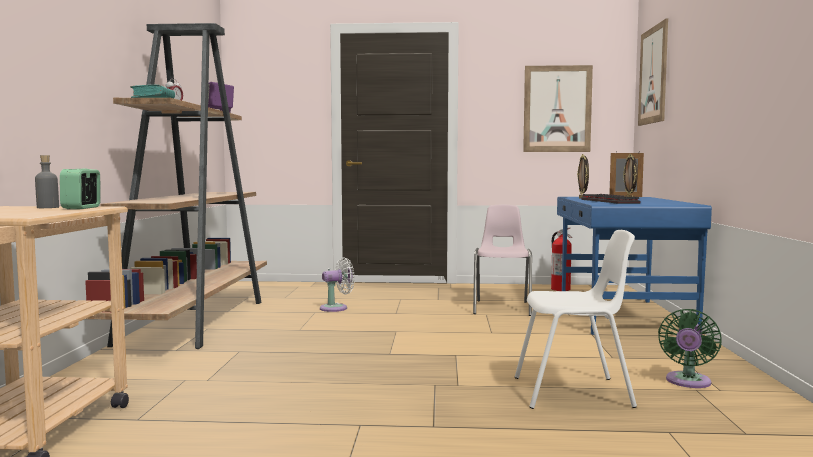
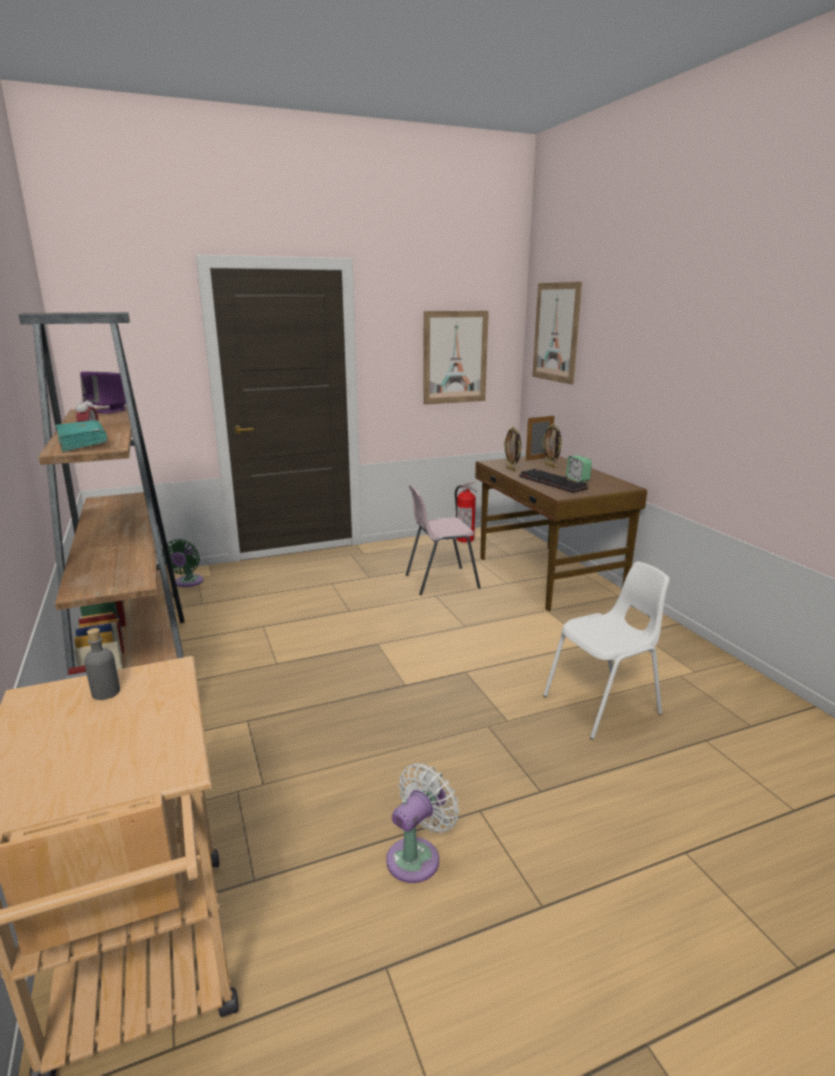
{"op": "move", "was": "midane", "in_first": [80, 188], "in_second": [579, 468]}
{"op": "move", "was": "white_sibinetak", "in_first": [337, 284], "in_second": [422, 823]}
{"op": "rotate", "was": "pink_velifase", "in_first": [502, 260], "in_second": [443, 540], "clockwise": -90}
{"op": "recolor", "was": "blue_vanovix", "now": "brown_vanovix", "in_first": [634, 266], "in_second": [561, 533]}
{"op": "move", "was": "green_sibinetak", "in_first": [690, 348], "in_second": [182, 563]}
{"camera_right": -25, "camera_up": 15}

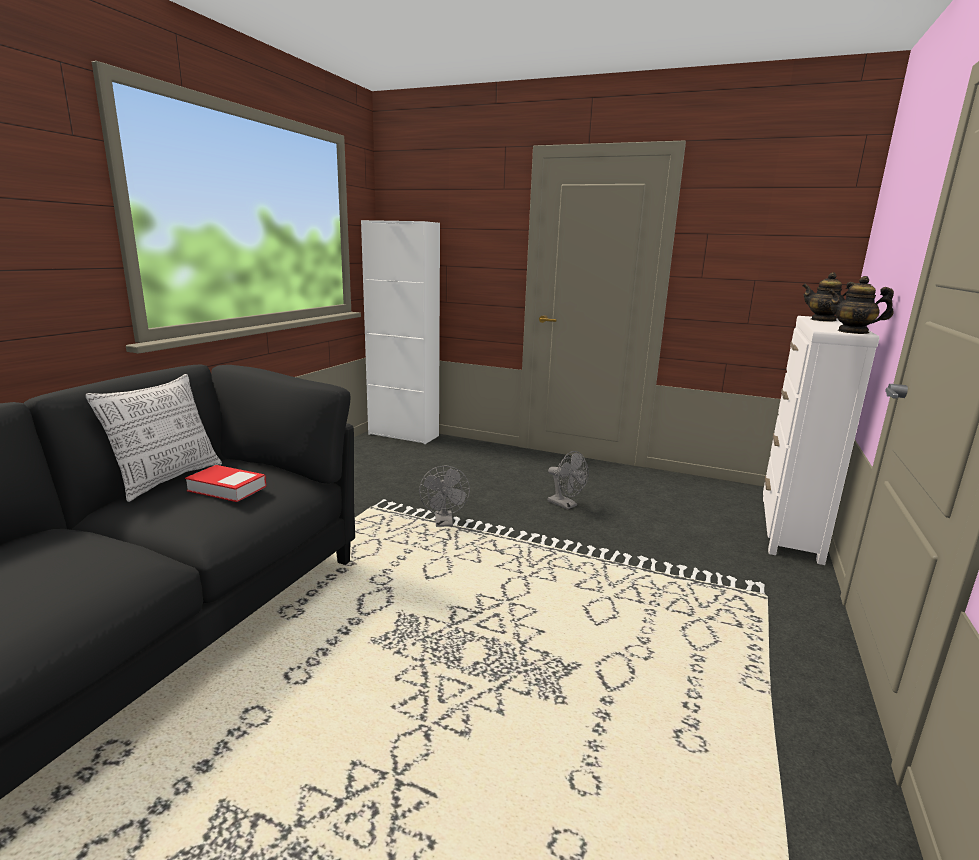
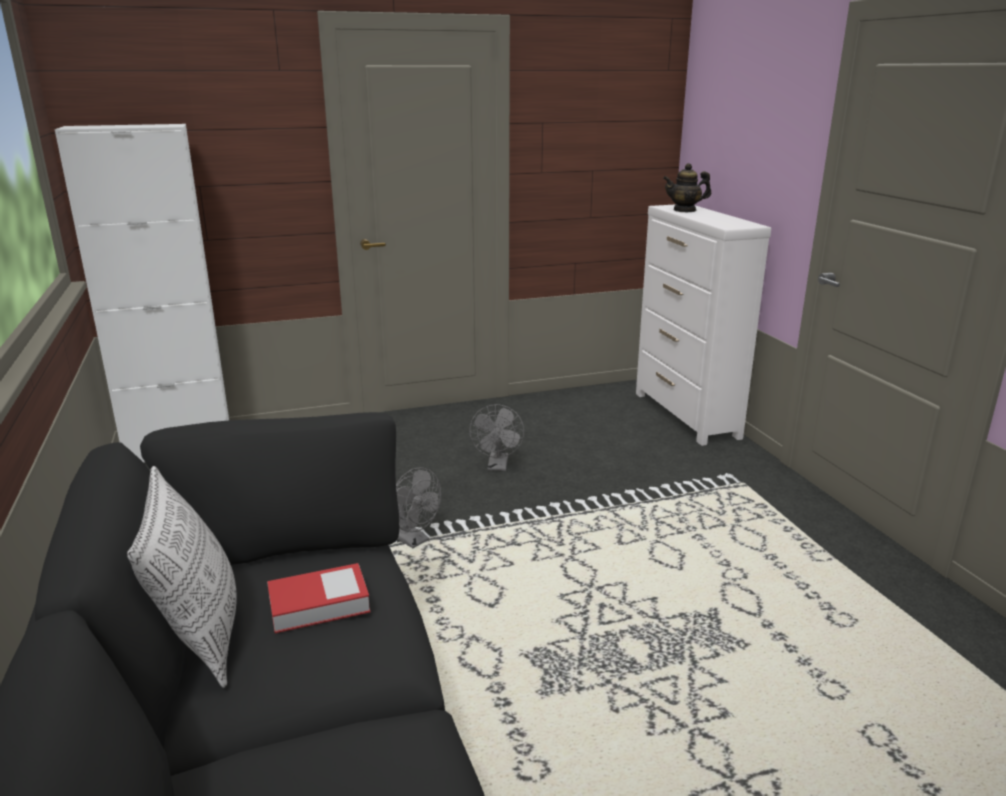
{"op": "rotate", "was": "grey_sibinetak", "in_first": [568, 480], "in_second": [496, 437], "clockwise": 90}
{"op": "delete", "was": "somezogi", "in_first": [861, 305]}
{"camera_right": -40, "camera_up": 5}

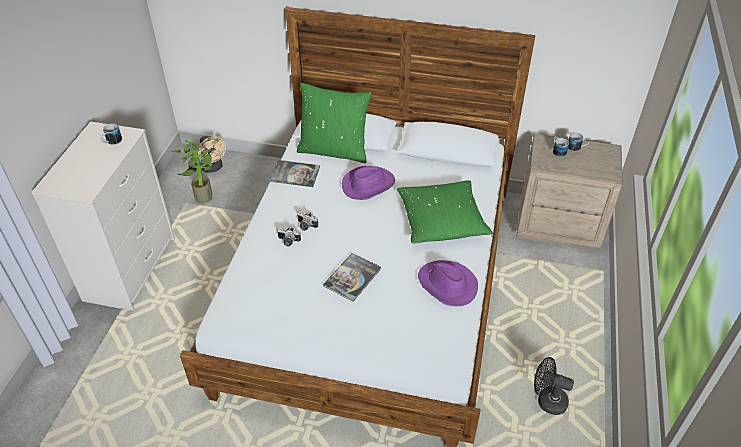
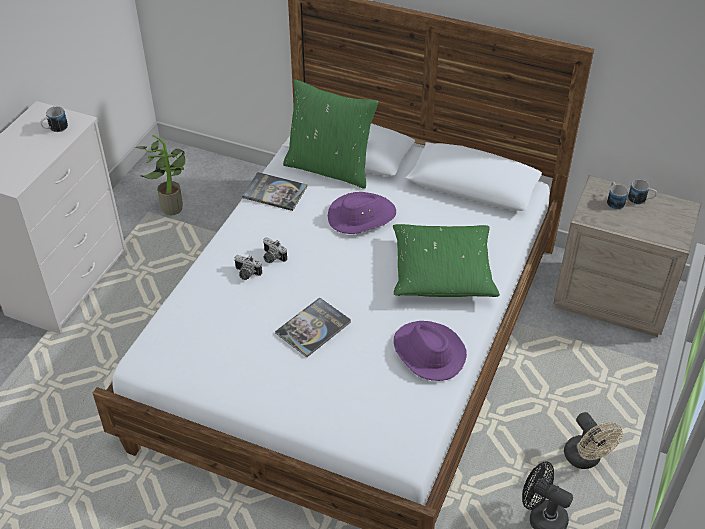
{"op": "move", "was": "beige_sibinetak", "in_first": [212, 154], "in_second": [593, 440]}
{"camera_right": 10, "camera_up": 0}

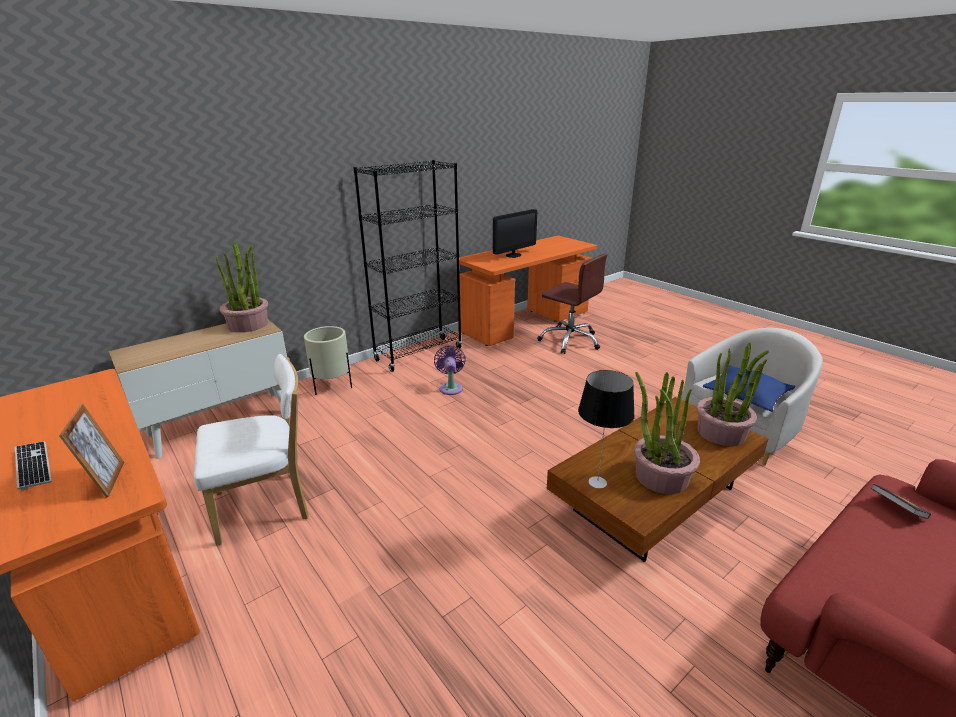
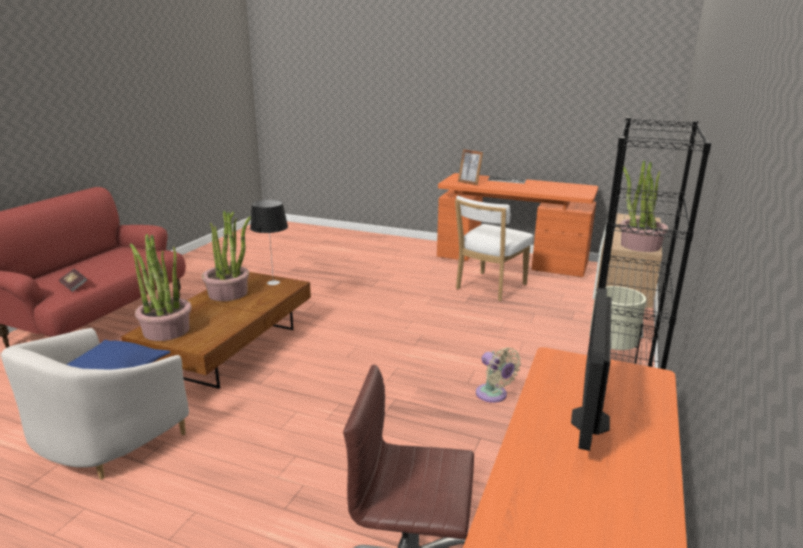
{"op": "recolor", "was": "purple_sibinetak", "now": "beige_sibinetak", "in_first": [450, 370], "in_second": [498, 375]}
{"camera_right": 150, "camera_up": -5}

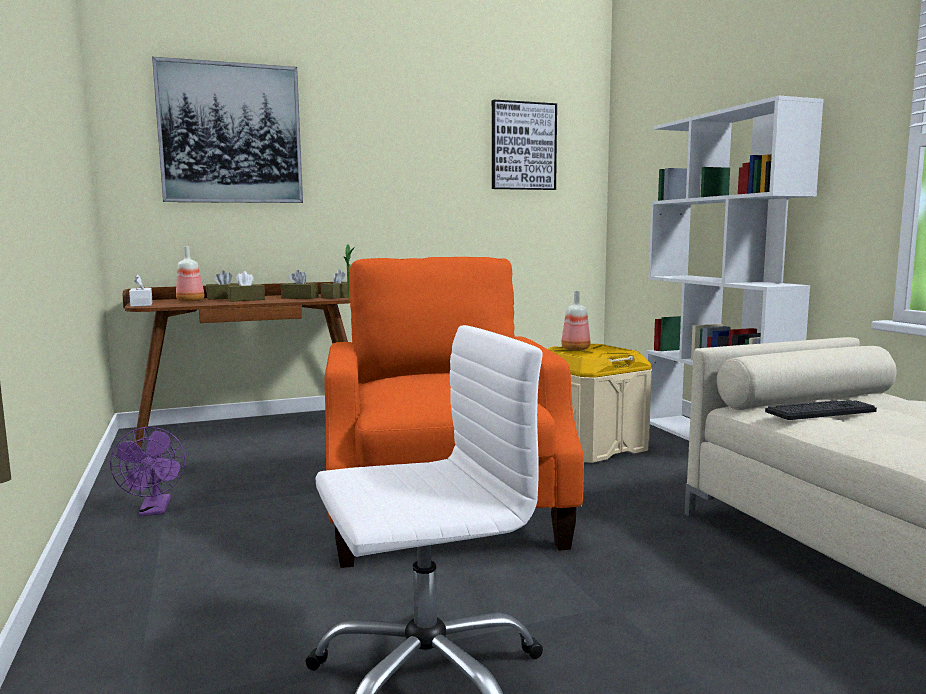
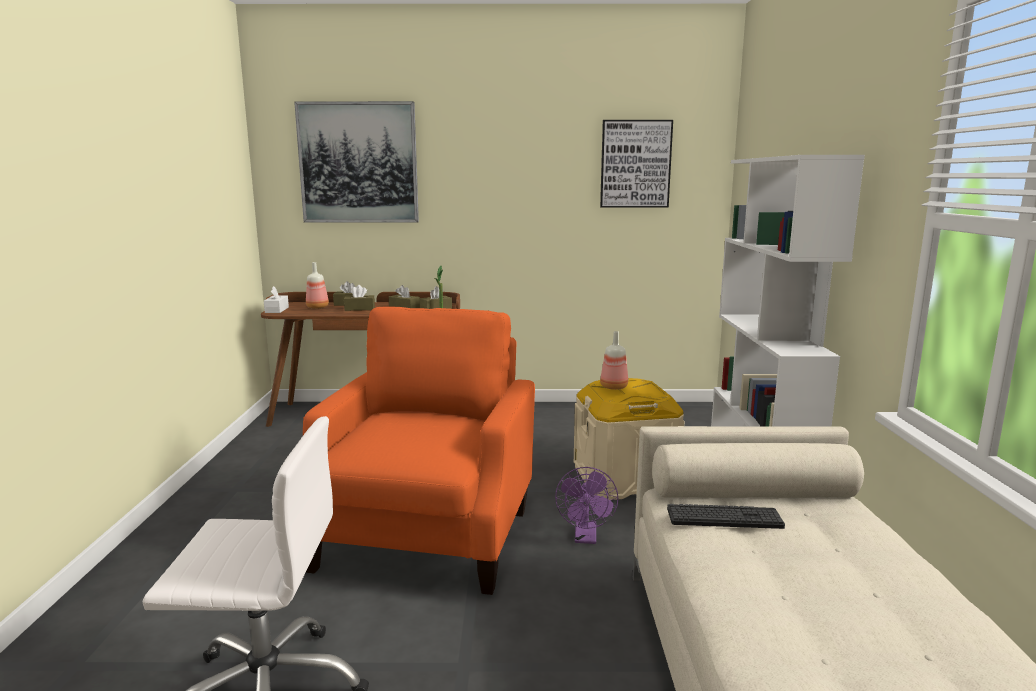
{"op": "move", "was": "purple_sibinetak", "in_first": [148, 471], "in_second": [586, 505]}
{"camera_right": 20, "camera_up": 5}

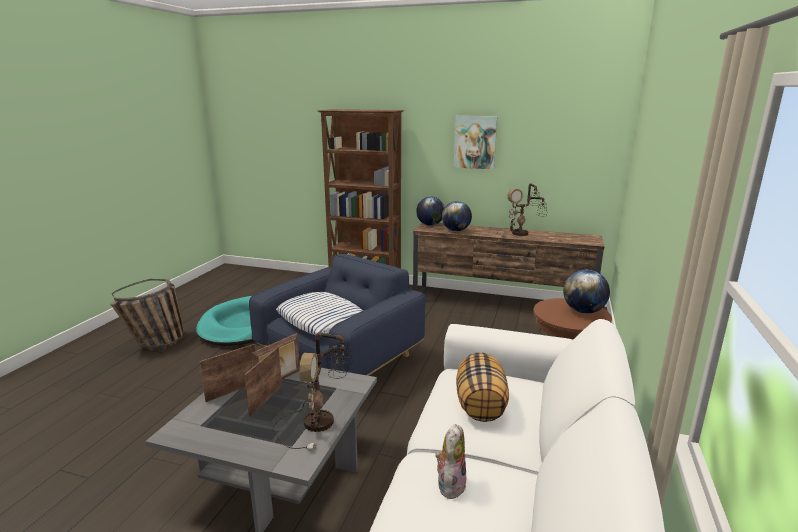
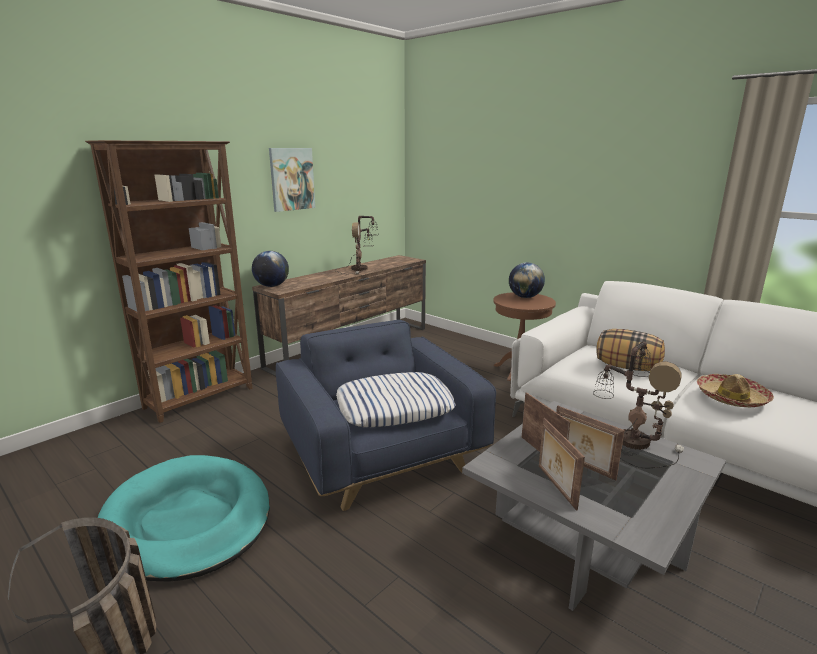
{"op": "replace", "was": "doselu", "now": "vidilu", "in_first": [450, 461], "in_second": [735, 390]}
{"op": "delete", "was": "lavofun", "in_first": [457, 216]}
{"camera_right": -65, "camera_up": 0}

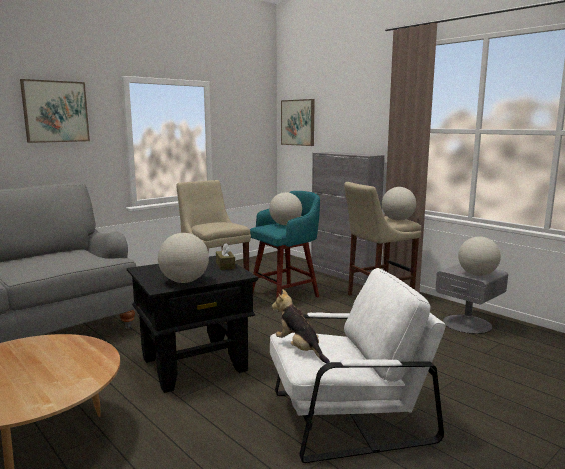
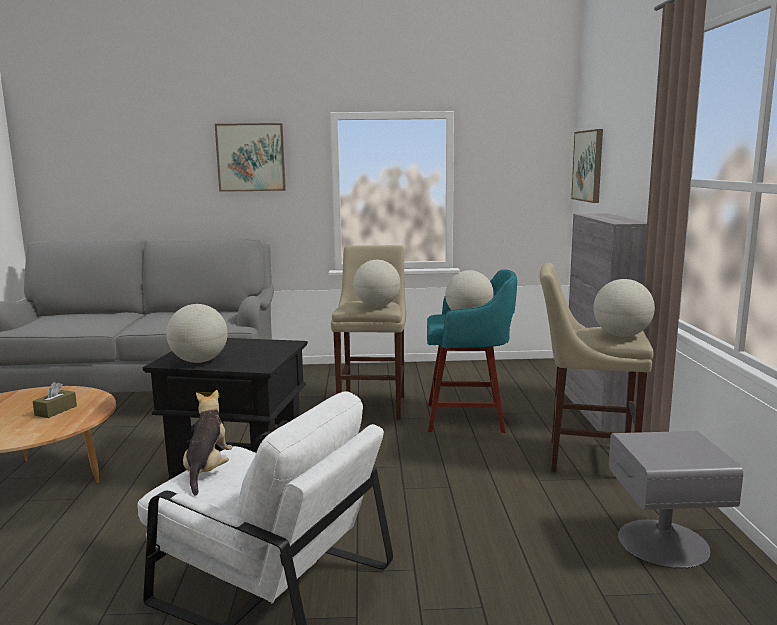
{"op": "move", "was": "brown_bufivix", "in_first": [225, 256], "in_second": [55, 400]}
{"op": "move", "was": "lavofun", "in_first": [479, 256], "in_second": [376, 283]}
{"camera_right": 40, "camera_up": 0}

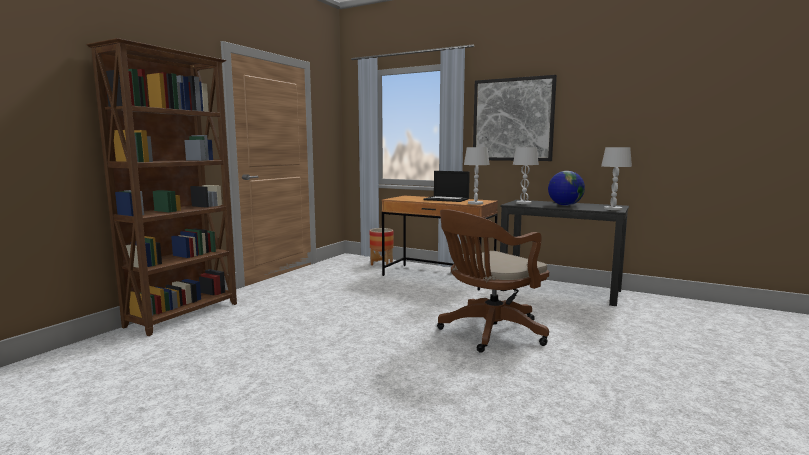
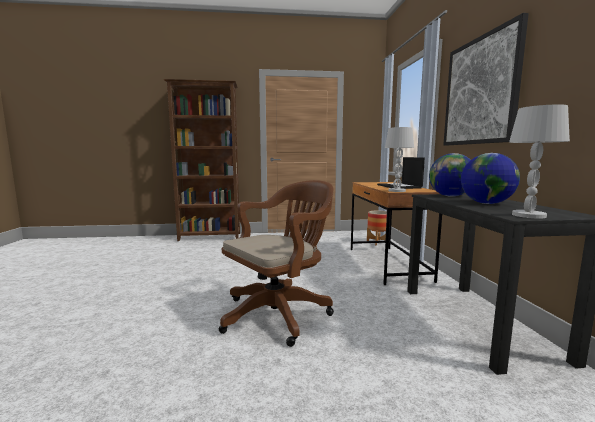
{"op": "rotate", "was": "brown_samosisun", "in_first": [493, 281], "in_second": [276, 263], "clockwise": 120}
{"op": "replace", "was": "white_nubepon", "now": "lavofun", "in_first": [526, 175], "in_second": [449, 175]}
{"camera_right": 55, "camera_up": 0}

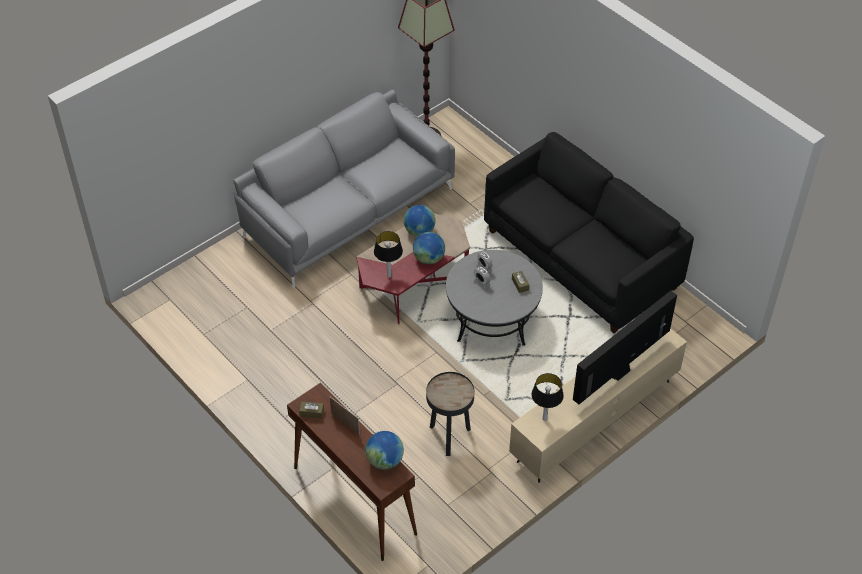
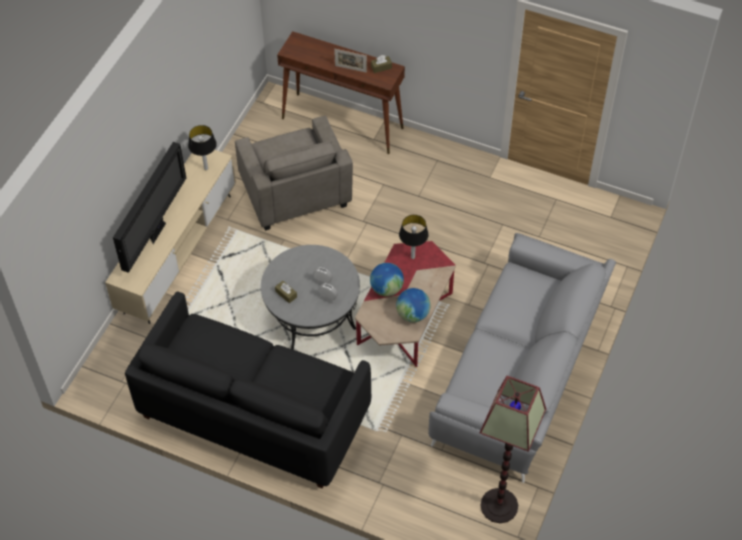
{"op": "delete", "was": "lavofun", "in_first": [384, 450]}
{"op": "replace", "was": "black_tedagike", "now": "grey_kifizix", "in_first": [450, 414], "in_second": [294, 173]}
{"camera_right": 155, "camera_up": 5}

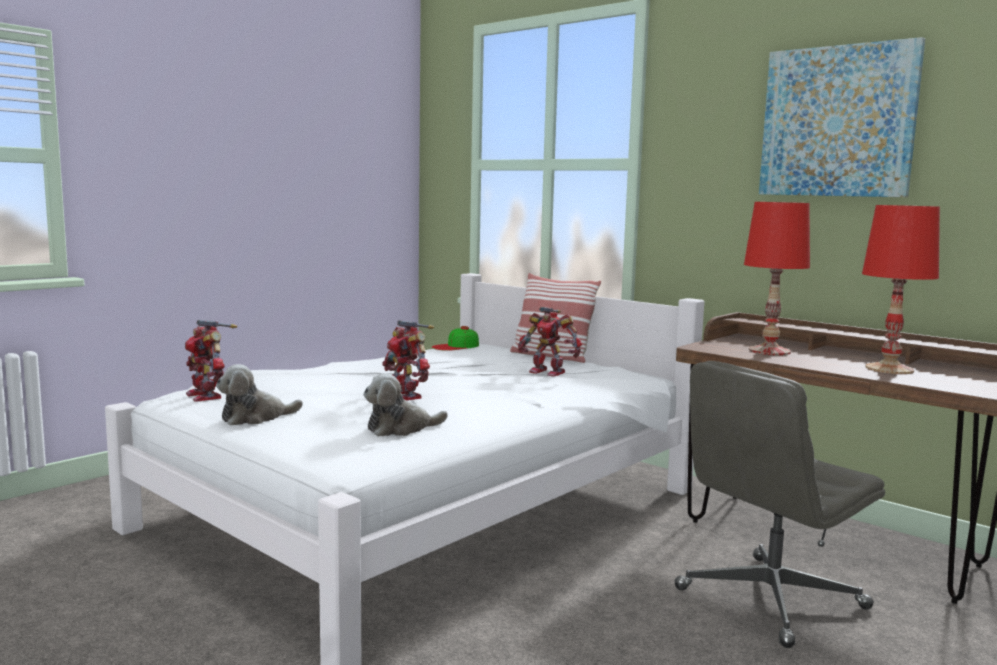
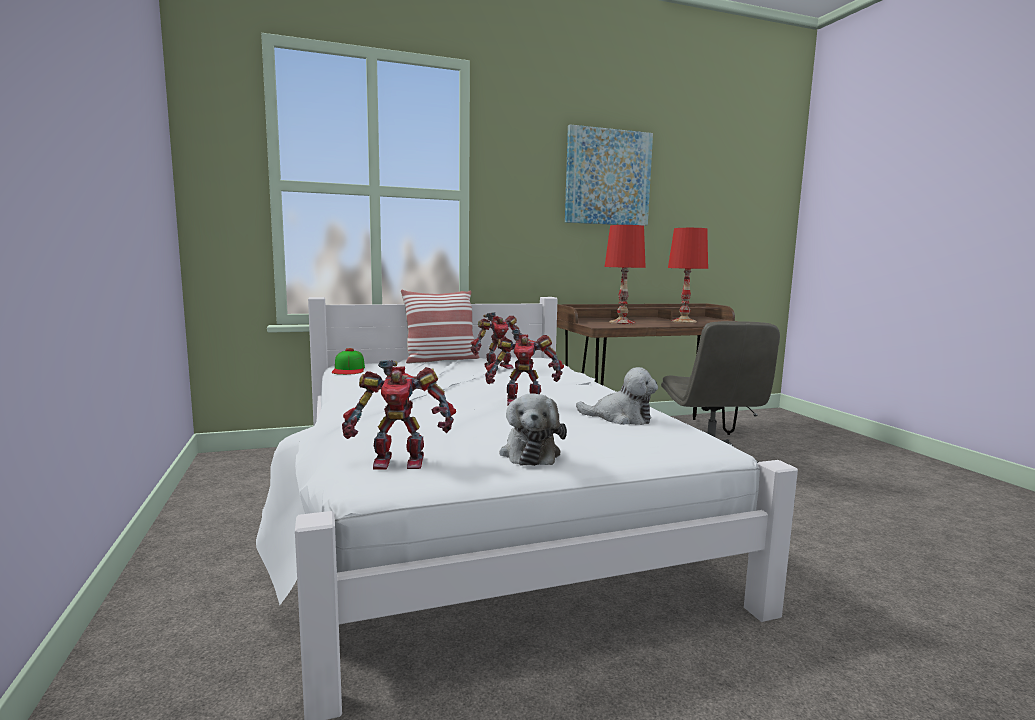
{"op": "rotate", "was": "doselu", "in_first": [405, 405], "in_second": [617, 396], "clockwise": -75}
{"camera_right": -60, "camera_up": 0}

